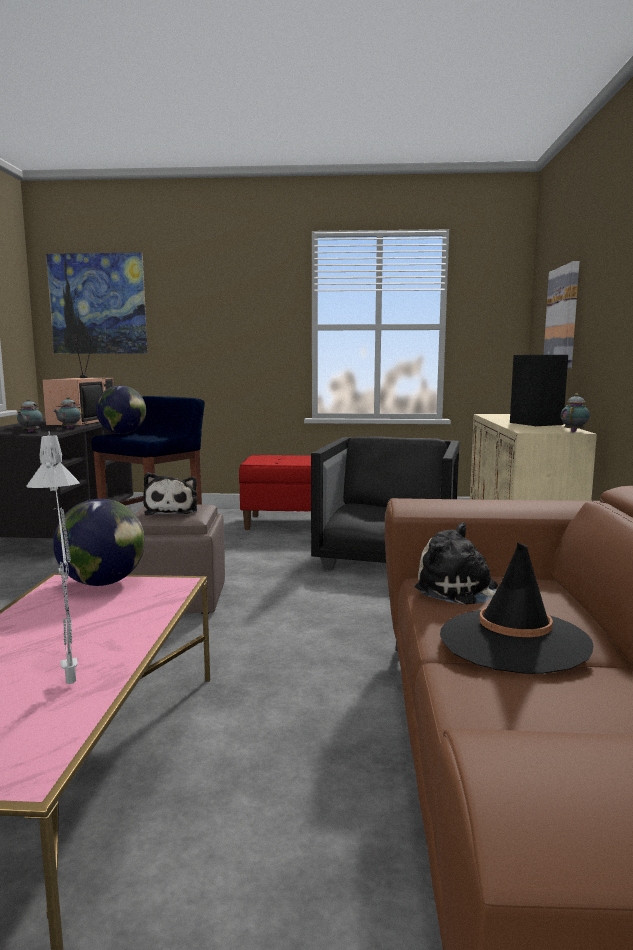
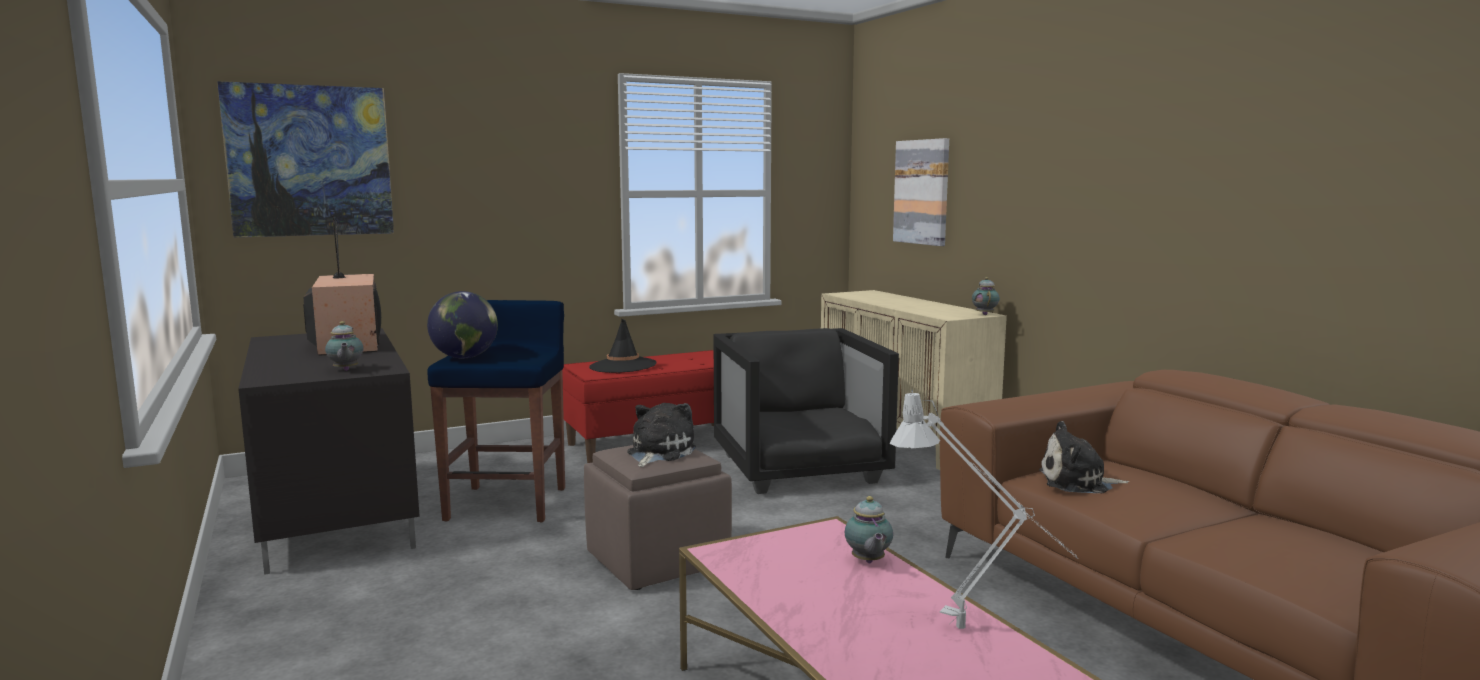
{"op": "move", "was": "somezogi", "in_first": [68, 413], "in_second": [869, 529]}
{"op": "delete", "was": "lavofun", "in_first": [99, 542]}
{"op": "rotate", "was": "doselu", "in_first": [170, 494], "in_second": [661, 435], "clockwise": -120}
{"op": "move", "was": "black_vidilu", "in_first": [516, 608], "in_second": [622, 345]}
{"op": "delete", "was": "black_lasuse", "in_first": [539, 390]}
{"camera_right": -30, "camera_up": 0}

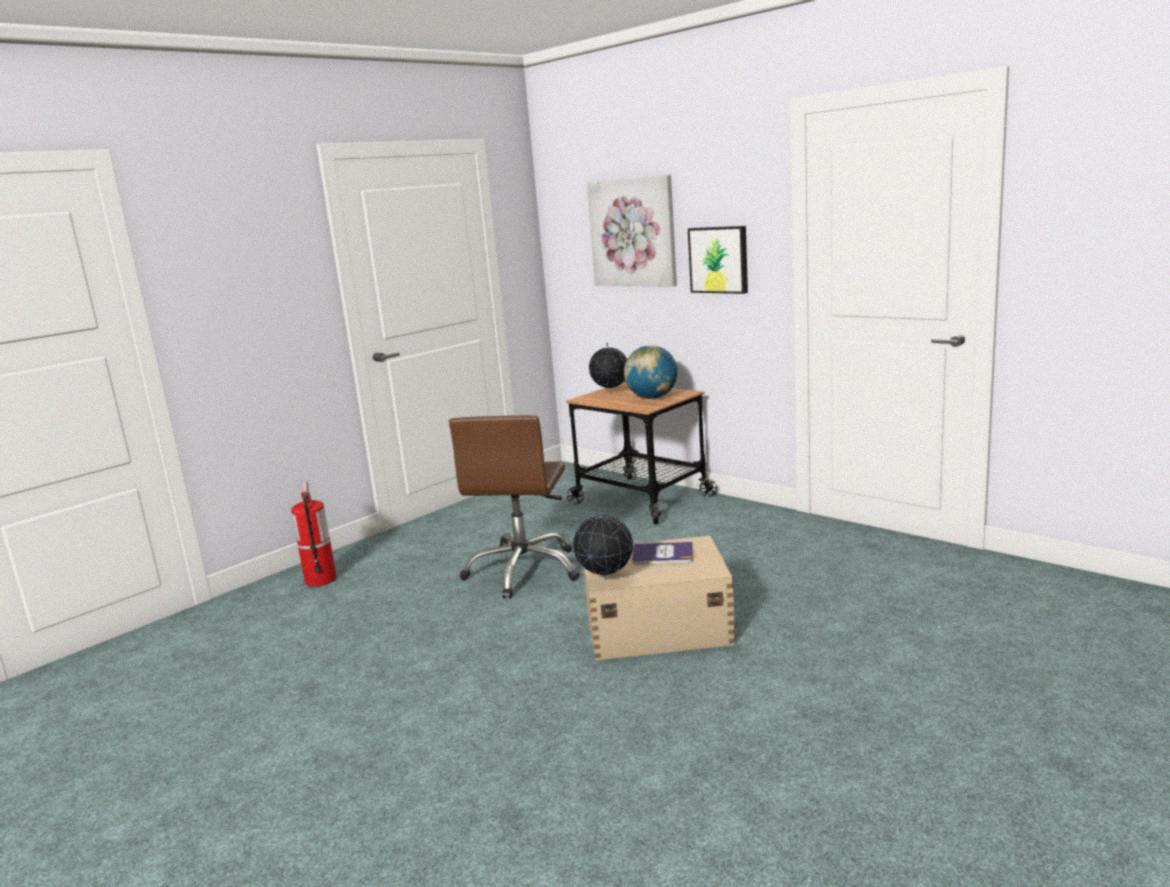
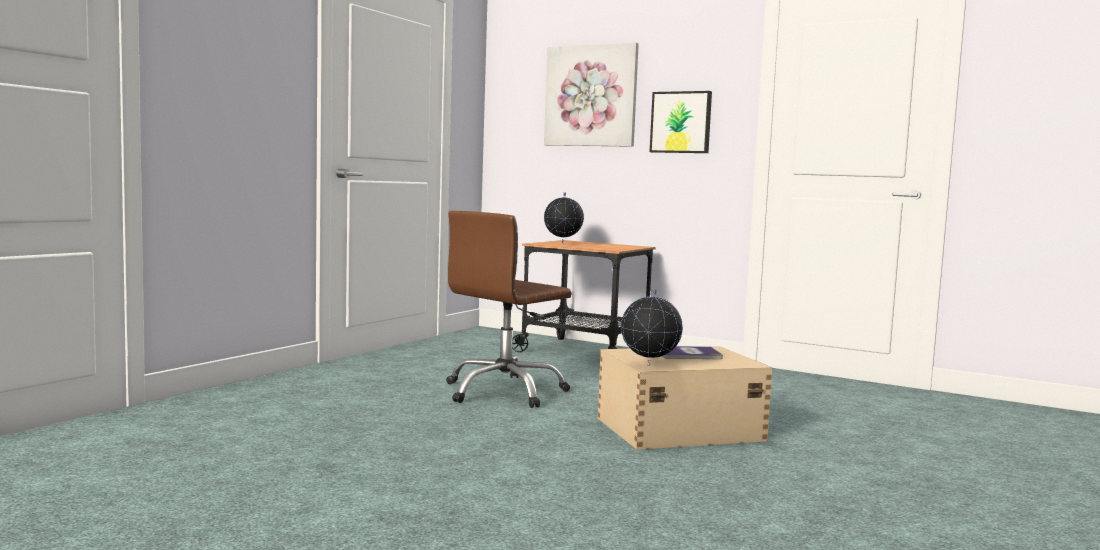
{"op": "delete", "was": "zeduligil", "in_first": [314, 534]}
{"op": "rotate", "was": "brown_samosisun", "in_first": [514, 507], "in_second": [509, 309], "clockwise": 45}
{"op": "delete", "was": "lavofun", "in_first": [651, 372]}
{"camera_right": -15, "camera_up": -10}

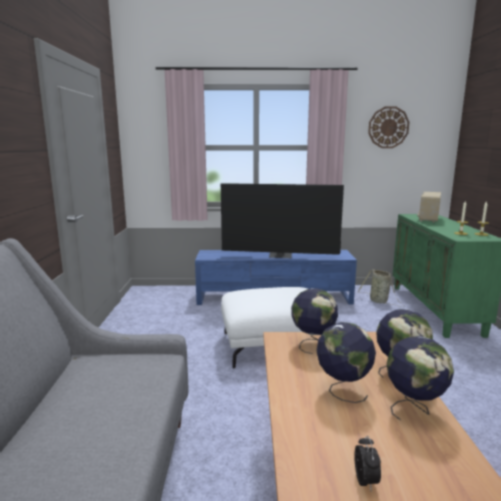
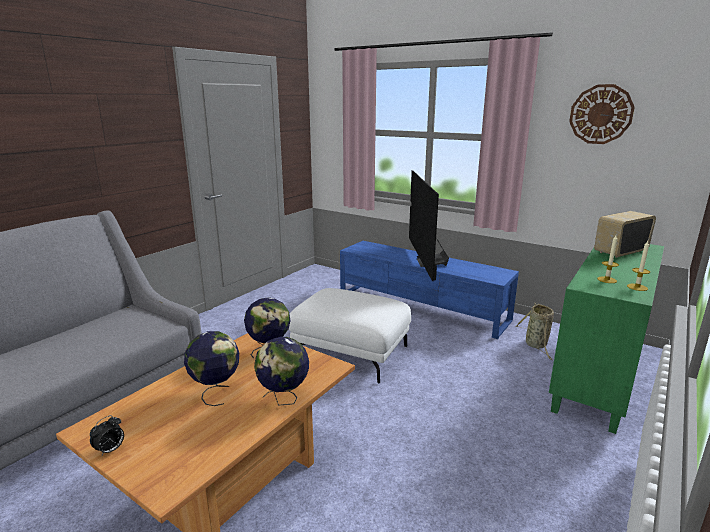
{"op": "rotate", "was": "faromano", "in_first": [282, 220], "in_second": [429, 225], "clockwise": 45}
{"op": "delete", "was": "lavofun", "in_first": [420, 378]}
{"camera_right": 35, "camera_up": 5}

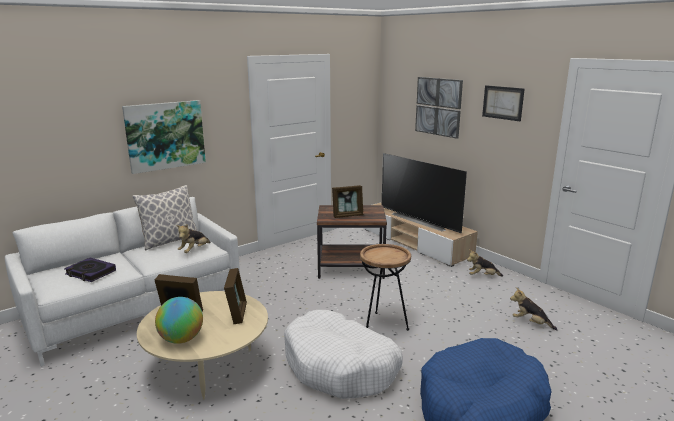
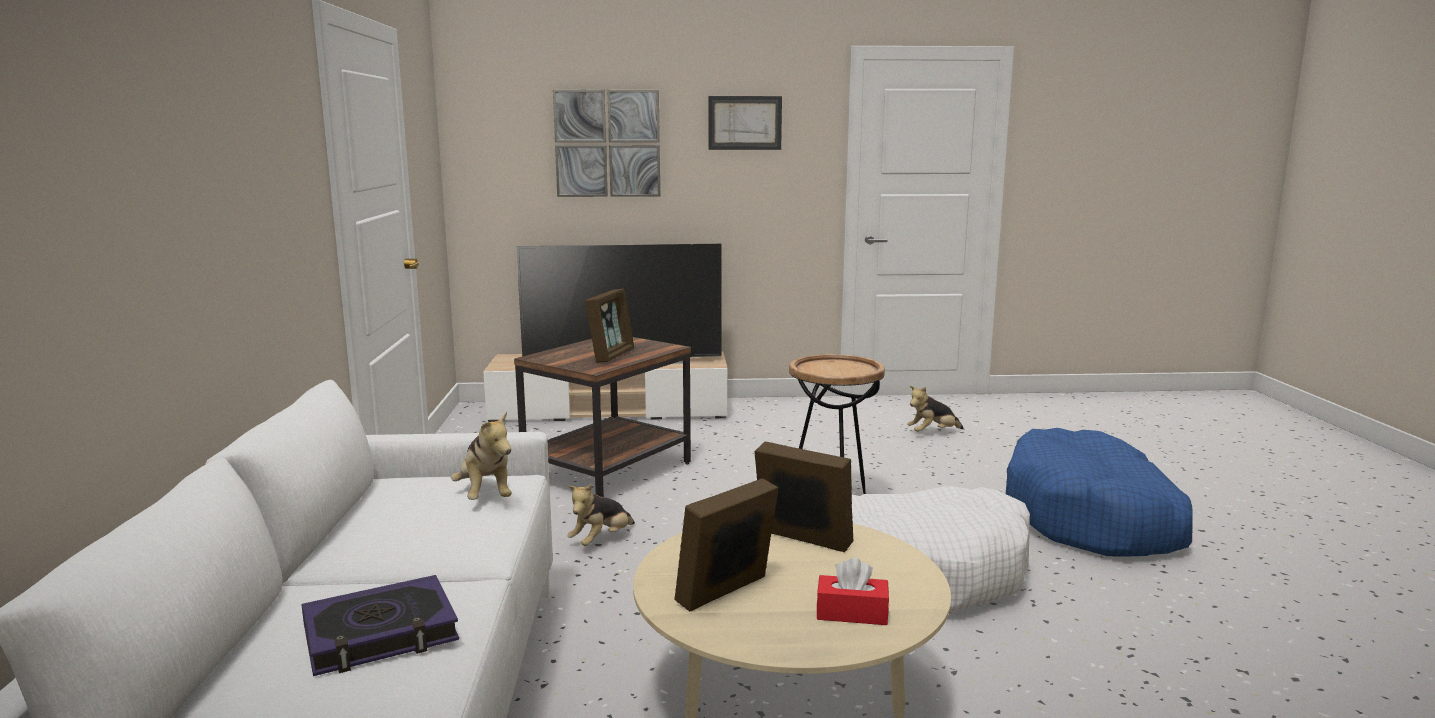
{"op": "delete", "was": "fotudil", "in_first": [164, 137]}
{"op": "delete", "was": "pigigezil", "in_first": [165, 217]}
{"op": "replace", "was": "lavofun", "now": "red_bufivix", "in_first": [179, 320], "in_second": [853, 591]}
{"op": "move", "was": "doselu", "in_first": [485, 263], "in_second": [601, 515]}
{"camera_right": -55, "camera_up": -5}

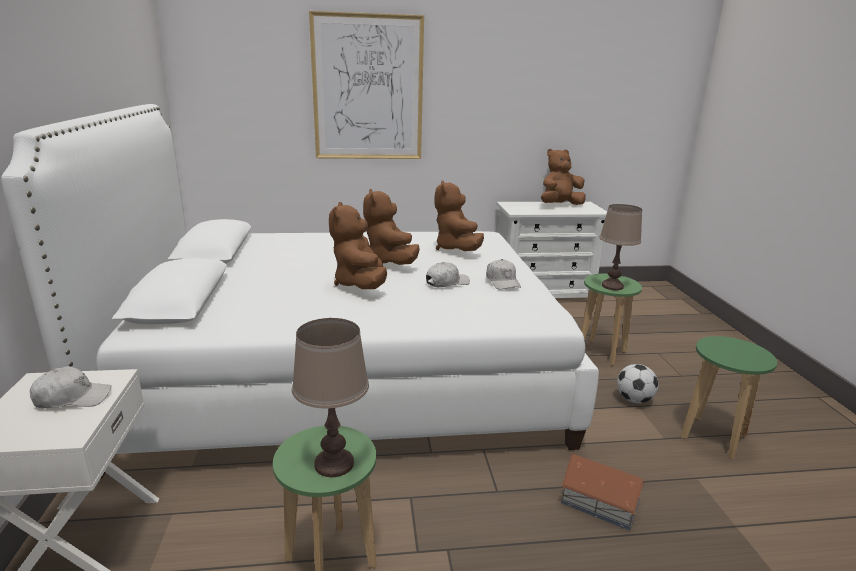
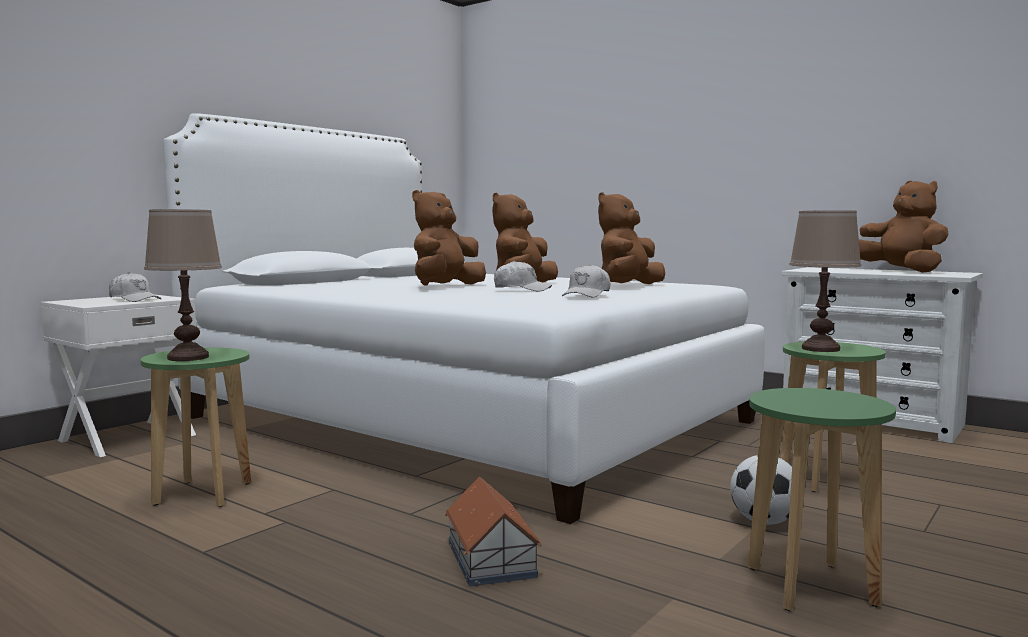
{"op": "delete", "was": "fotudil", "in_first": [366, 85]}
{"op": "rotate", "was": "brown_doselu", "in_first": [563, 177], "in_second": [903, 226], "clockwise": 45}
{"camera_right": 45, "camera_up": -15}

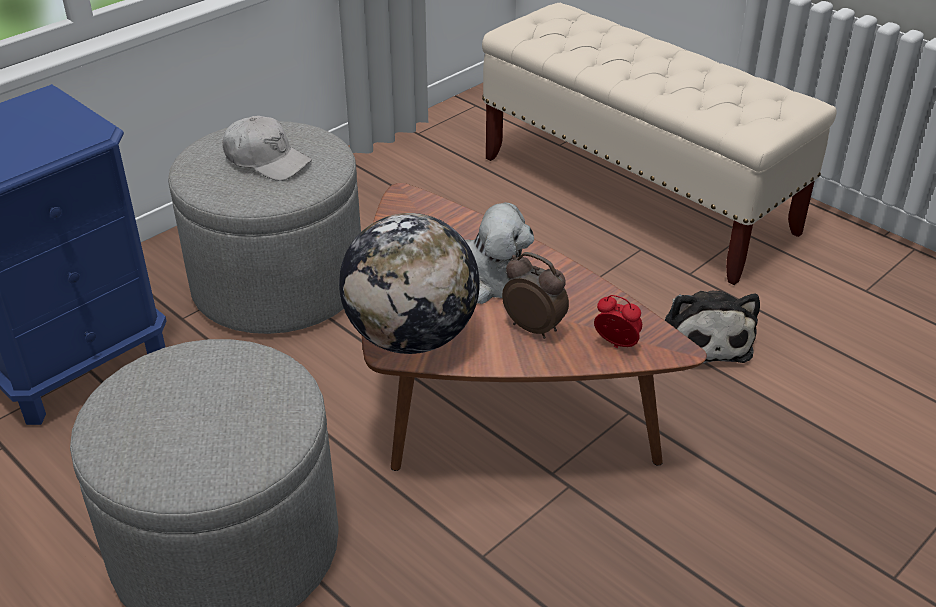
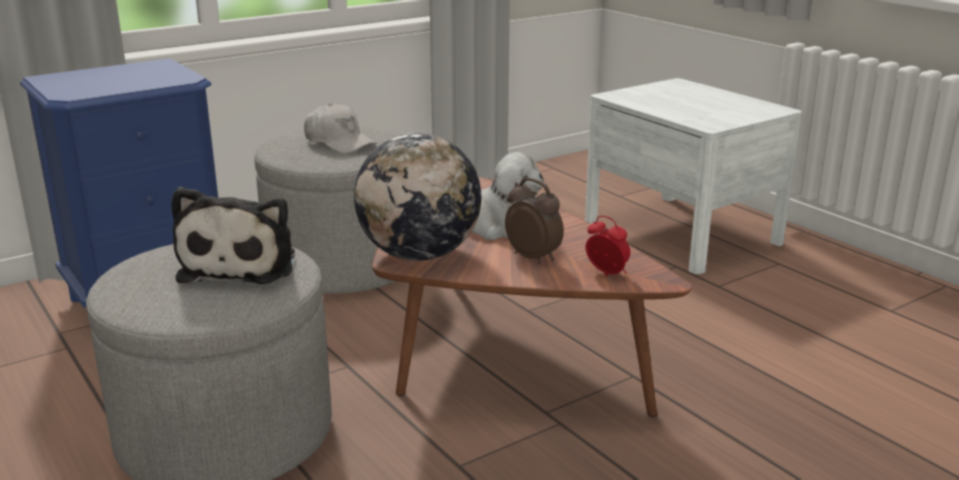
{"op": "replace", "was": "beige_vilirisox", "now": "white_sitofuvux", "in_first": [659, 144], "in_second": [693, 176]}
{"op": "move", "was": "doselu", "in_first": [712, 327], "in_second": [233, 235]}
{"camera_right": 10, "camera_up": -15}

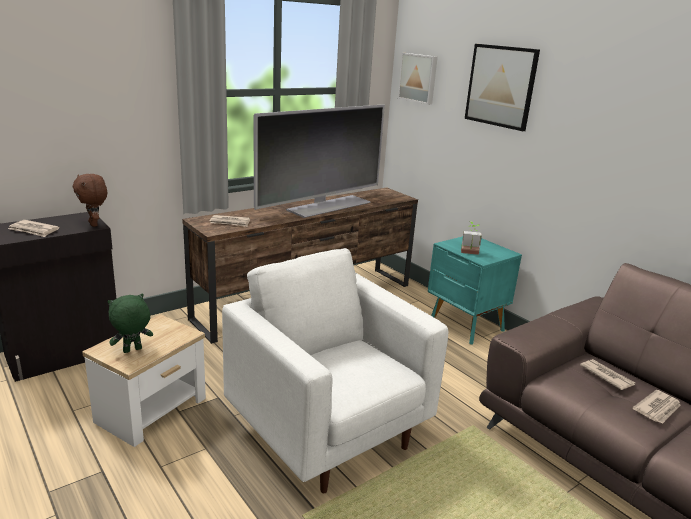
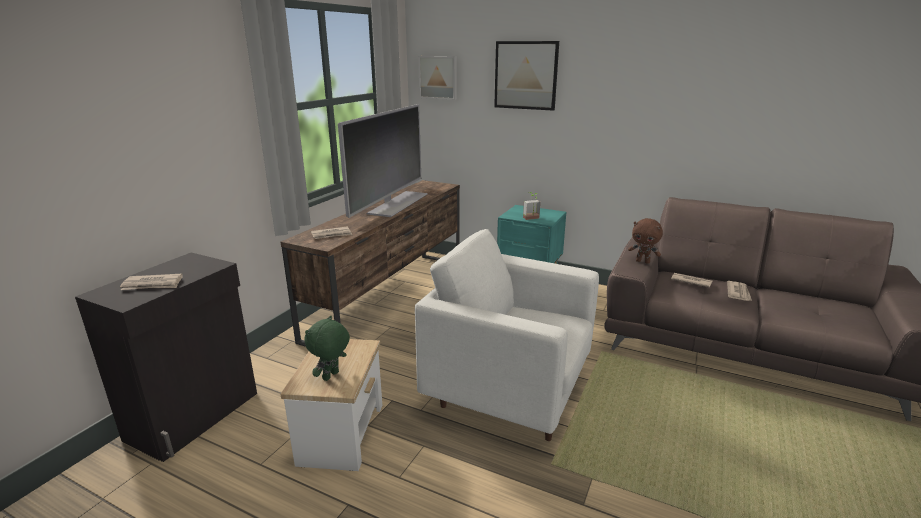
{"op": "move", "was": "brown_doselu", "in_first": [90, 200], "in_second": [645, 241]}
{"camera_right": -25, "camera_up": 0}

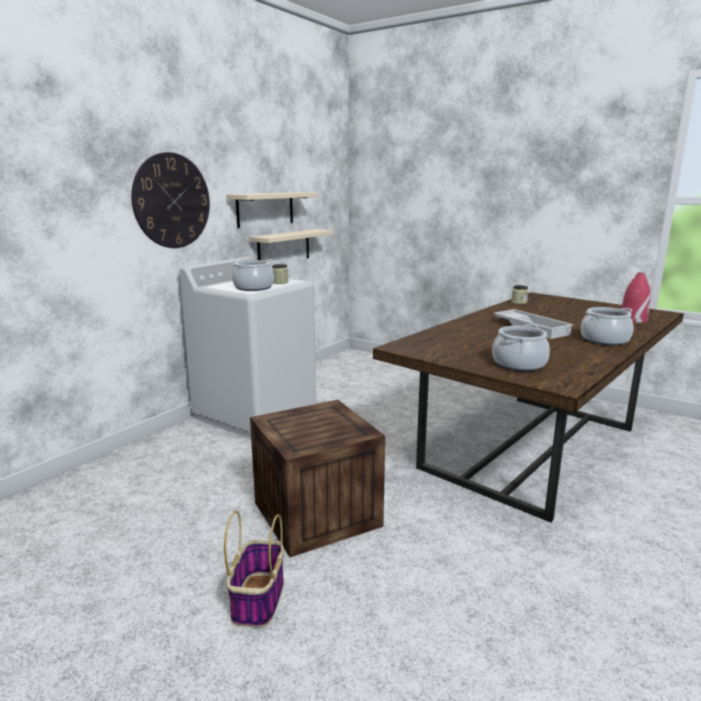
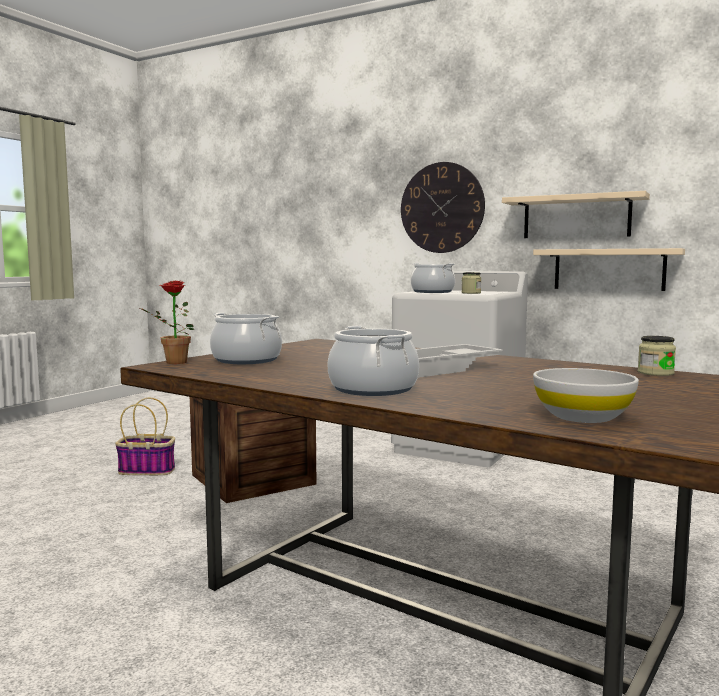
{"op": "replace", "was": "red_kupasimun", "now": "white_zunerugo", "in_first": [636, 298], "in_second": [586, 395]}
{"op": "insert", "now": "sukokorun", "in_second": [167, 322]}
{"camera_right": 85, "camera_up": -10}

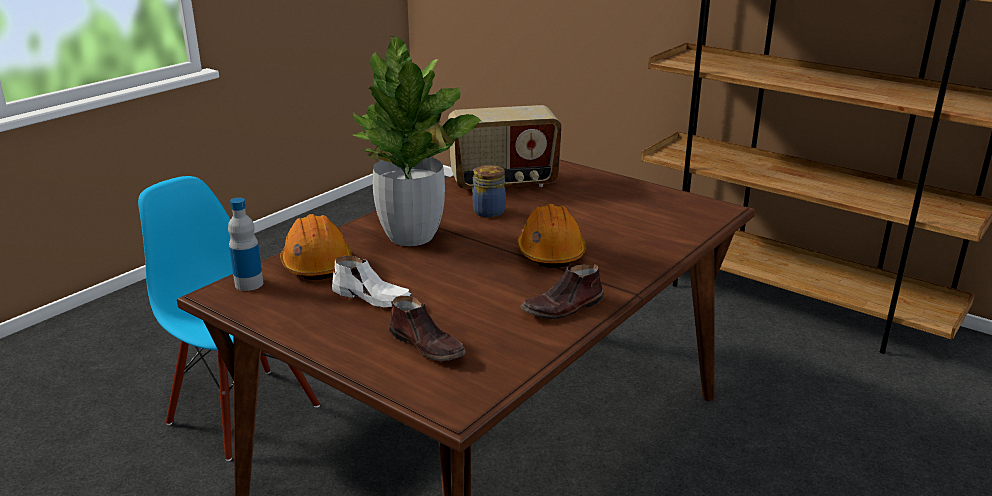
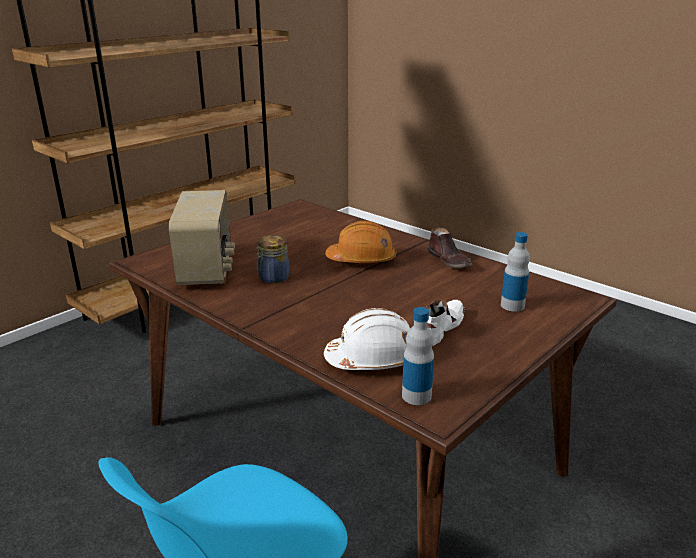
{"op": "recolor", "was": "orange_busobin", "now": "white_busobin", "in_first": [315, 247], "in_second": [367, 339]}
{"op": "delete", "was": "sukokorun", "in_first": [417, 141]}
{"op": "replace", "was": "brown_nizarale", "now": "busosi", "in_first": [427, 328], "in_second": [515, 272]}
{"camera_right": -85, "camera_up": 0}

